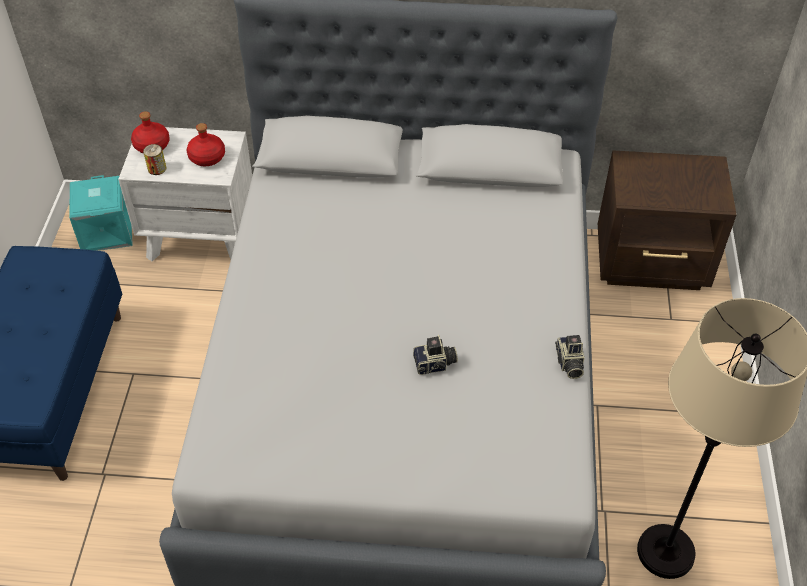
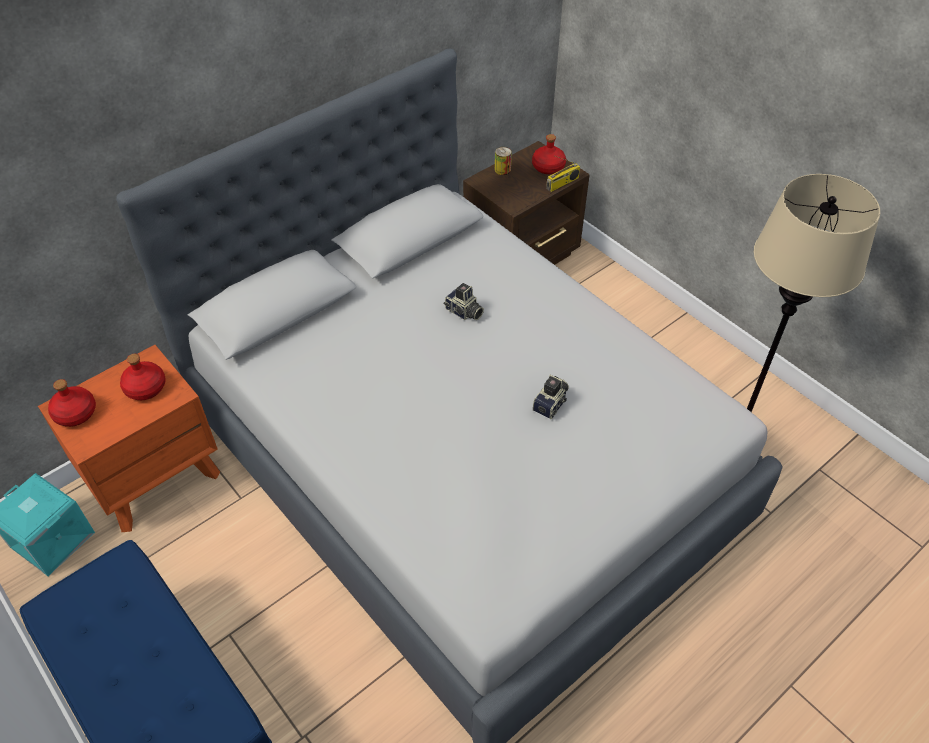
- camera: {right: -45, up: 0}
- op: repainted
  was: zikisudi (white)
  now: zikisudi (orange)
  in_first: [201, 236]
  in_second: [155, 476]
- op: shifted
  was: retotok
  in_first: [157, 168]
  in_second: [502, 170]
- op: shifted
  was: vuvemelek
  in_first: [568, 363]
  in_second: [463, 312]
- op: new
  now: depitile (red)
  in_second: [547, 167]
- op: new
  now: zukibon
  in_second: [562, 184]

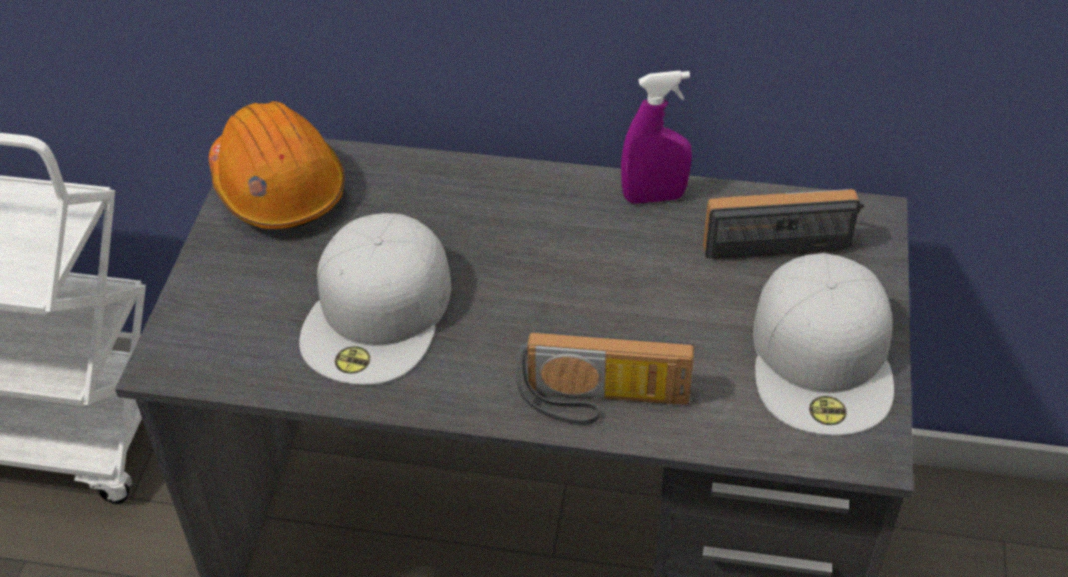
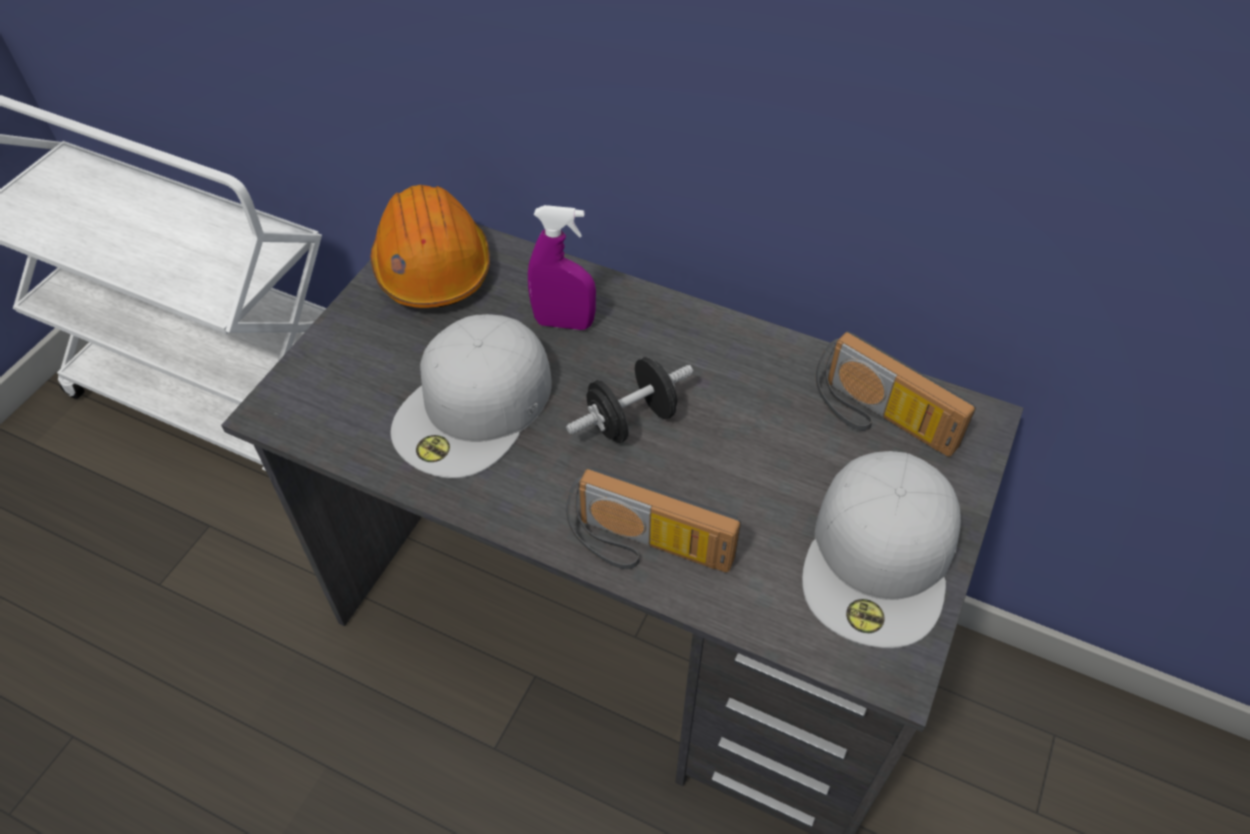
- camera: {right: 15, up: 5}
- op: shifted
  was: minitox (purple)
  in_first: [654, 197]
  in_second: [564, 323]
- op: rotated
  was: zukibon
  in_first: [778, 237]
  in_second: [878, 419]
  clockwise: -150
- op: new
  now: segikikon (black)
  in_second: [631, 420]

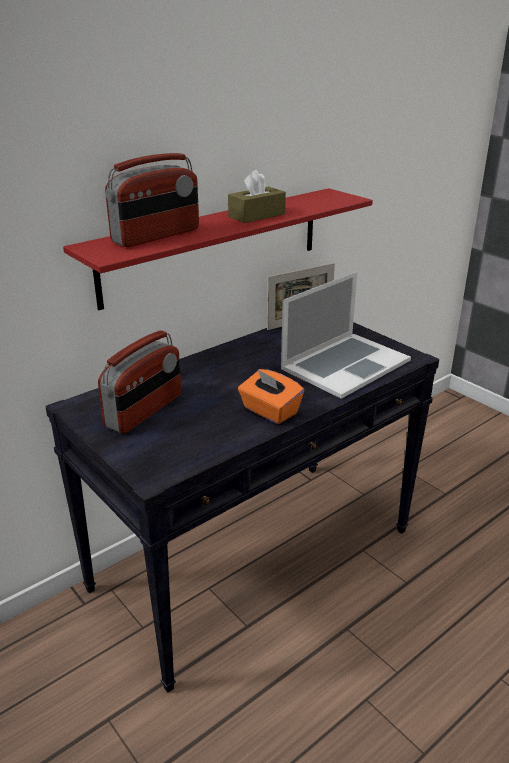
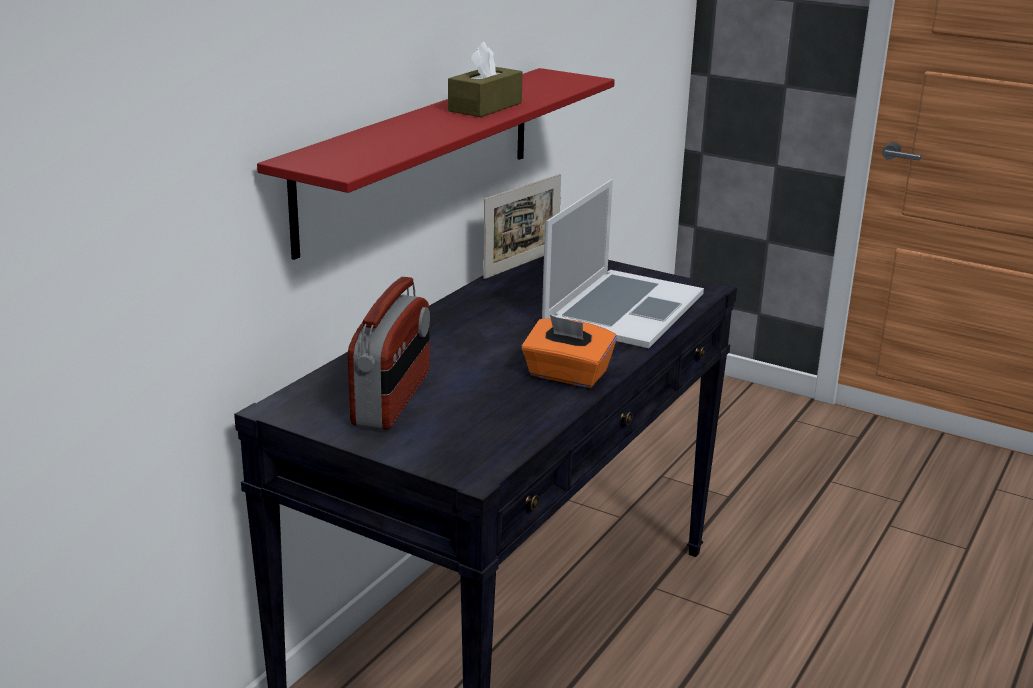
- camera: {right: -20, up: -5}
- op: gone
  was: zukibon
  in_first: [157, 236]

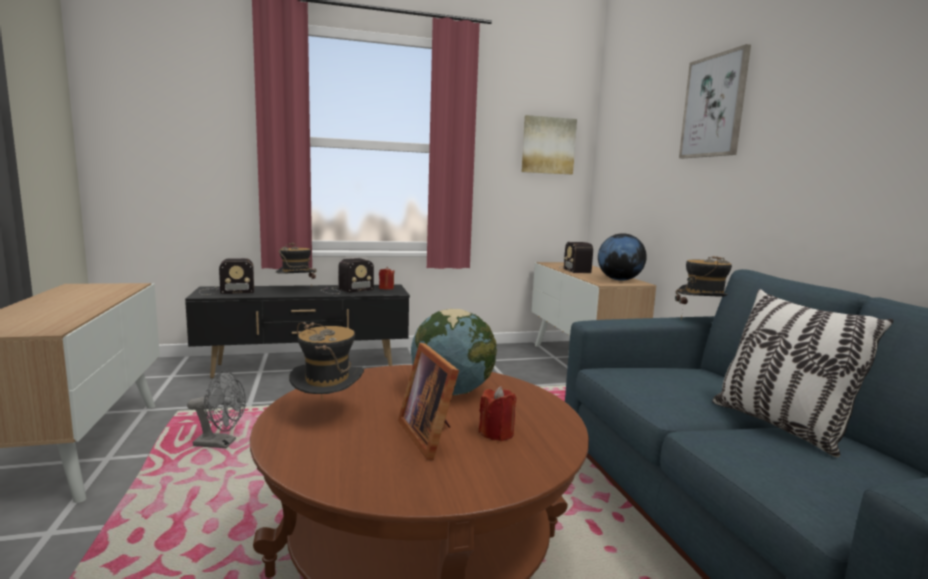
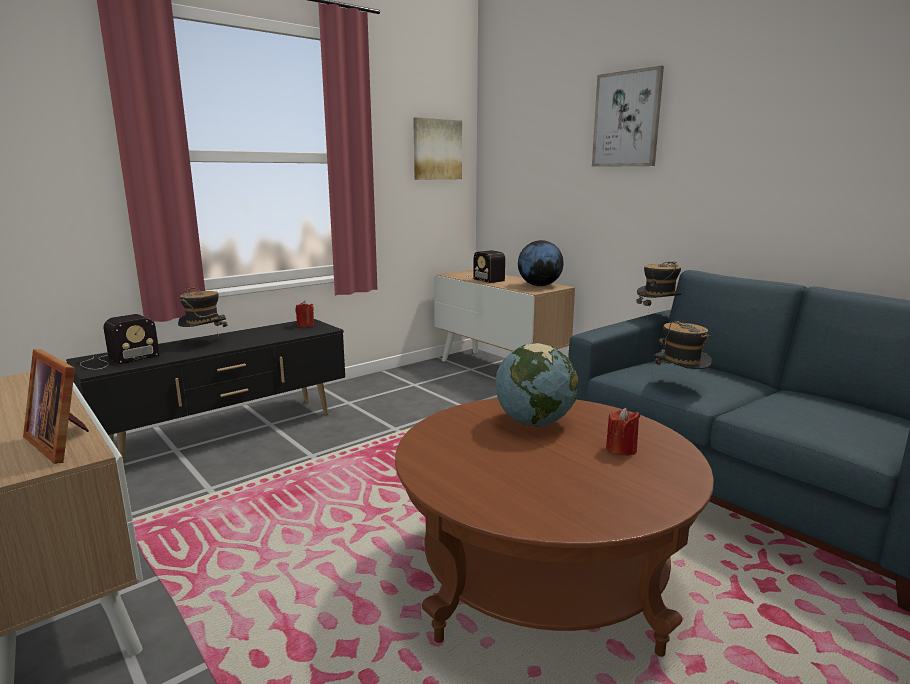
- camera: {right: -25, up: 5}
- op: gone
  was: zukibon
  in_first: [345, 290]
- op: gone
  was: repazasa
  in_first: [779, 426]
- op: shifted
  was: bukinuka
  in_first: [328, 414]
  in_second: [678, 386]
- op: shifted
  was: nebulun
  in_first: [430, 435]
  in_second: [63, 442]
- op: gone
  was: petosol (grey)
  in_first: [221, 443]

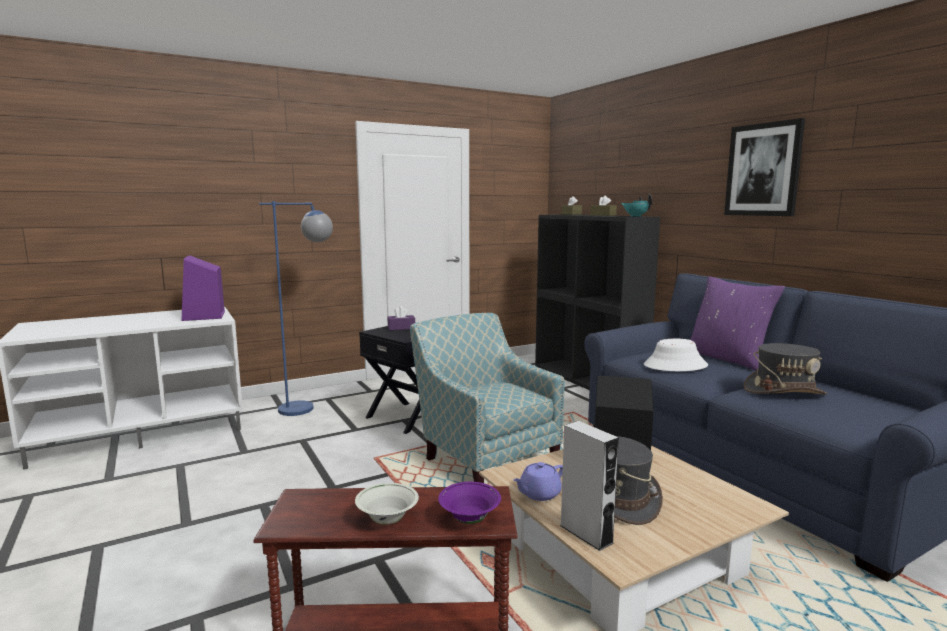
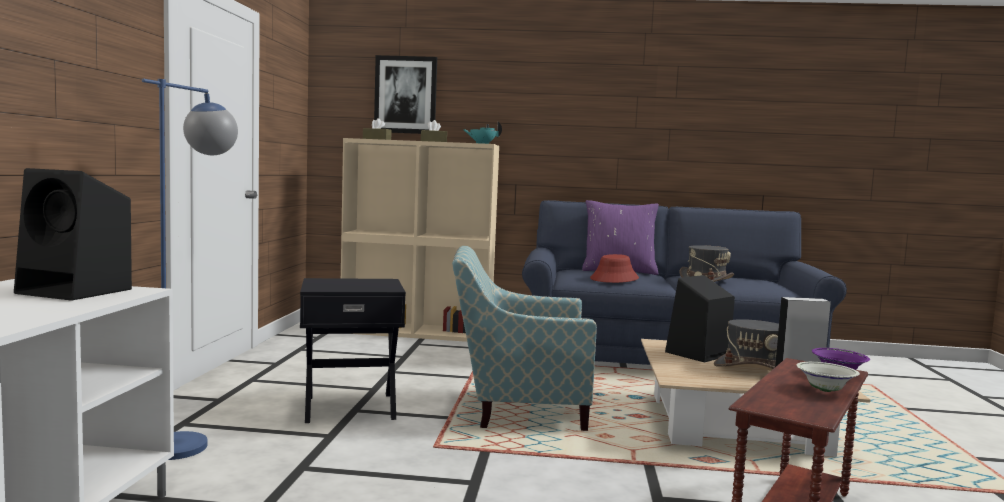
- camera: {right: -55, up: -5}
- op: shifted
  was: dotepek
  in_first: [763, 170]
  in_second: [405, 95]
- op: repainted
  was: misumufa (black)
  now: misumufa (beige)
  in_first: [589, 379]
  in_second: [418, 332]
- op: repainted
  was: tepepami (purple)
  now: tepepami (black)
  in_first: [204, 316]
  in_second: [77, 291]
- op: gone
  was: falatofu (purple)
  in_first: [401, 328]
- op: repainted
  was: bukinuka (white)
  now: bukinuka (red)
  in_first: [675, 365]
  in_second: [614, 279]
- op: gone
  was: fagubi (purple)
  in_first: [539, 494]

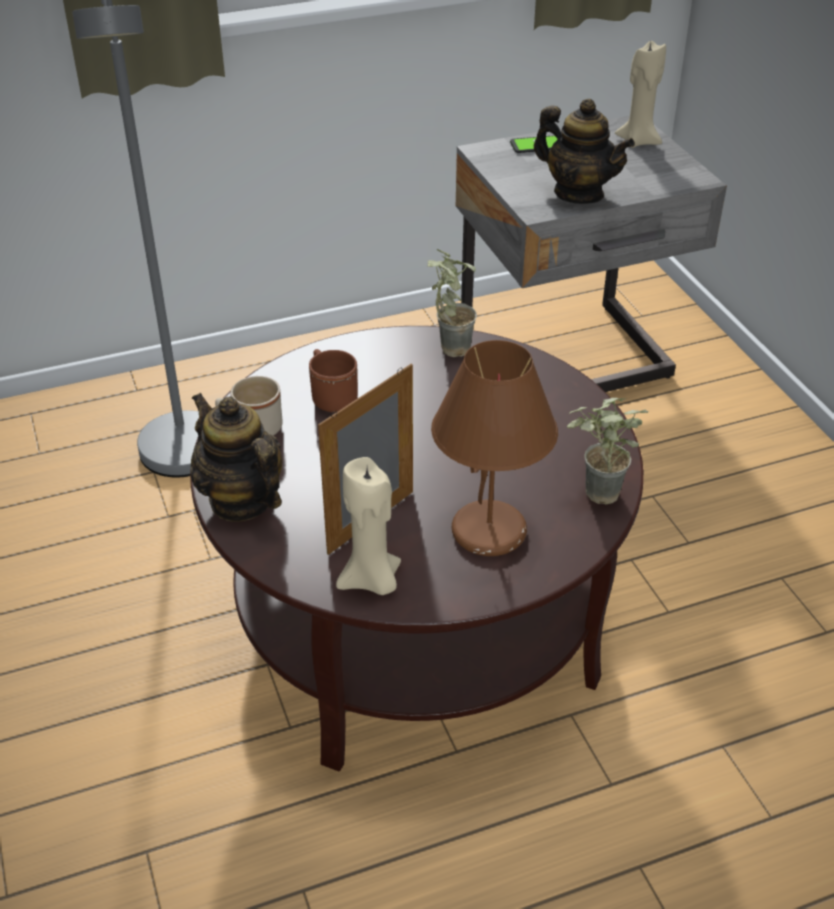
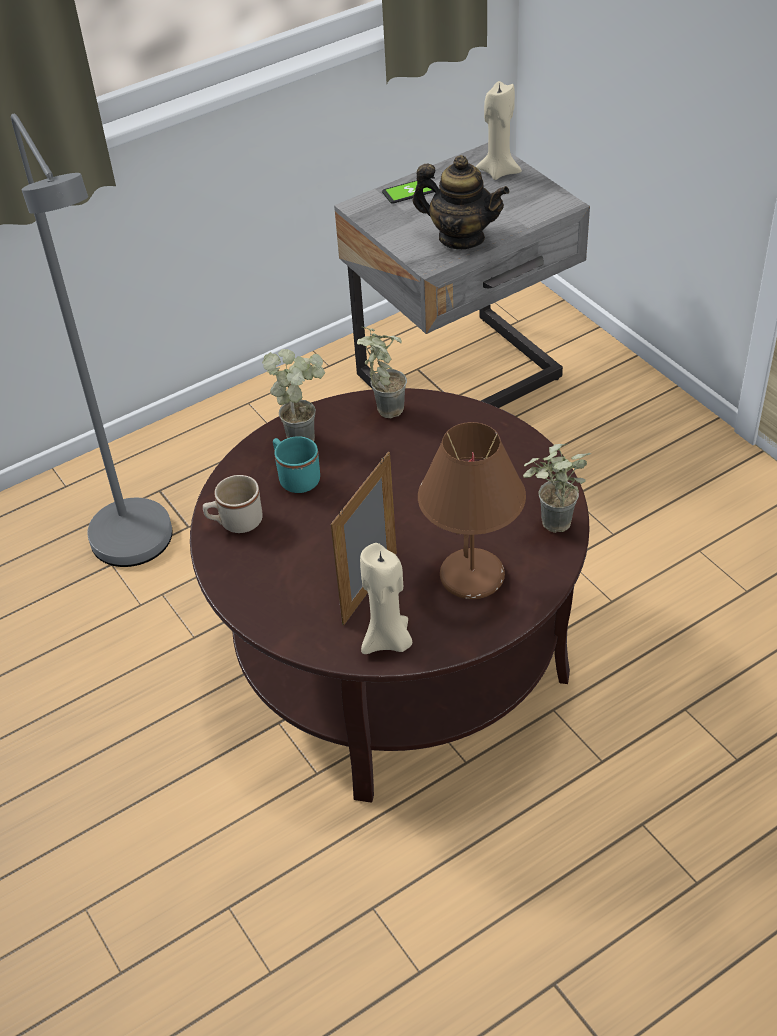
- camera: {right: -10, up: 5}
- op: repainted
  was: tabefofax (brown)
  now: tabefofax (turquoise)
  in_first: [331, 396]
  in_second: [295, 477]
- op: gone
  was: fagubi
  in_first: [241, 500]
- op: new
  now: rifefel
  in_second: [304, 434]

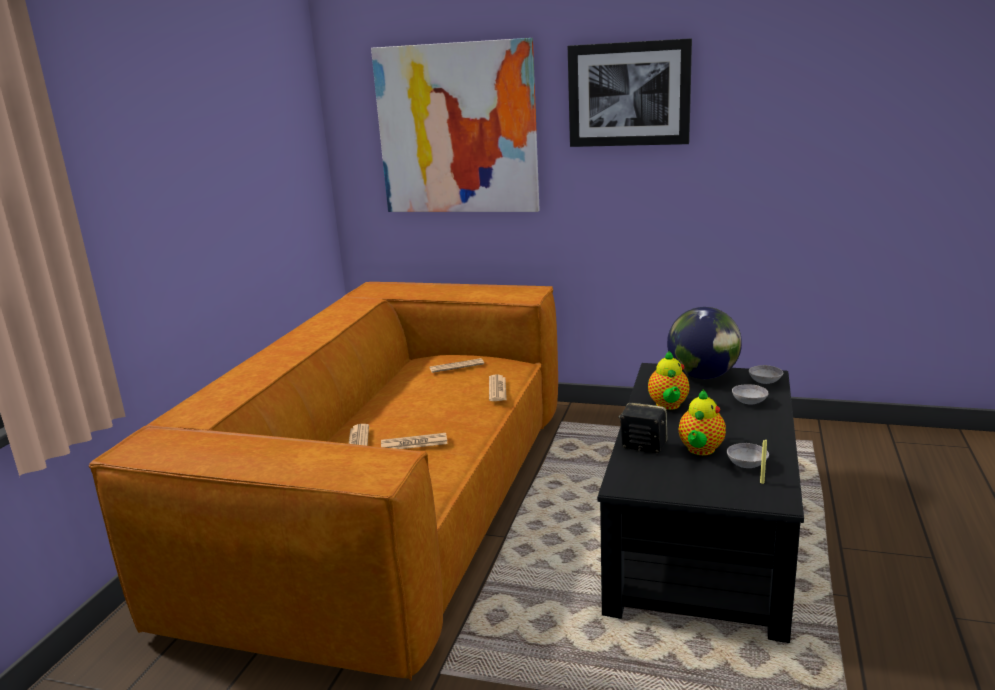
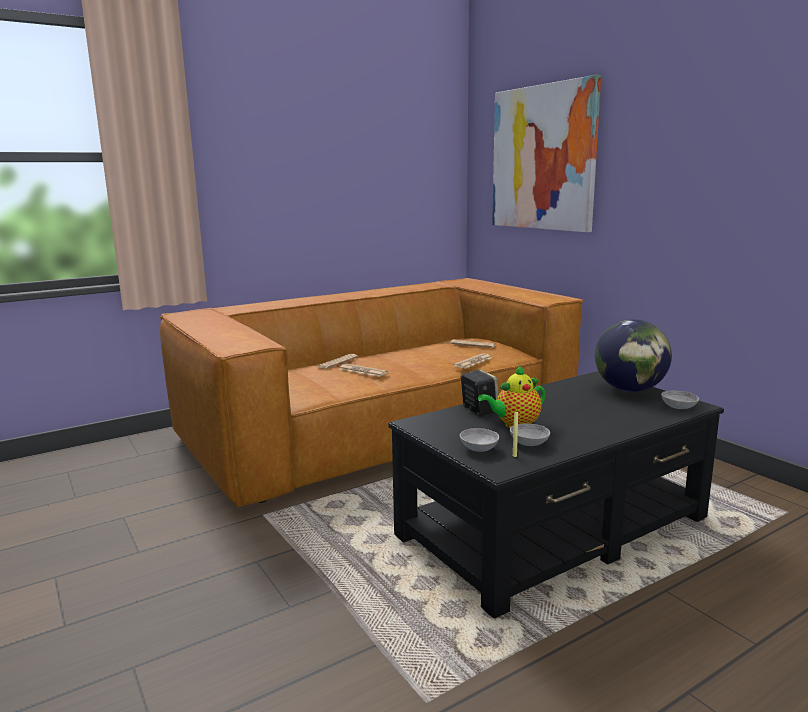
- camera: {right: 40, up: -5}
- op: gone
  was: dotepek
  in_first: [629, 94]
- op: gone
  was: fagubi
  in_first: [668, 405]
- op: shifted
  was: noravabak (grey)
  in_first: [749, 402]
  in_second: [479, 449]

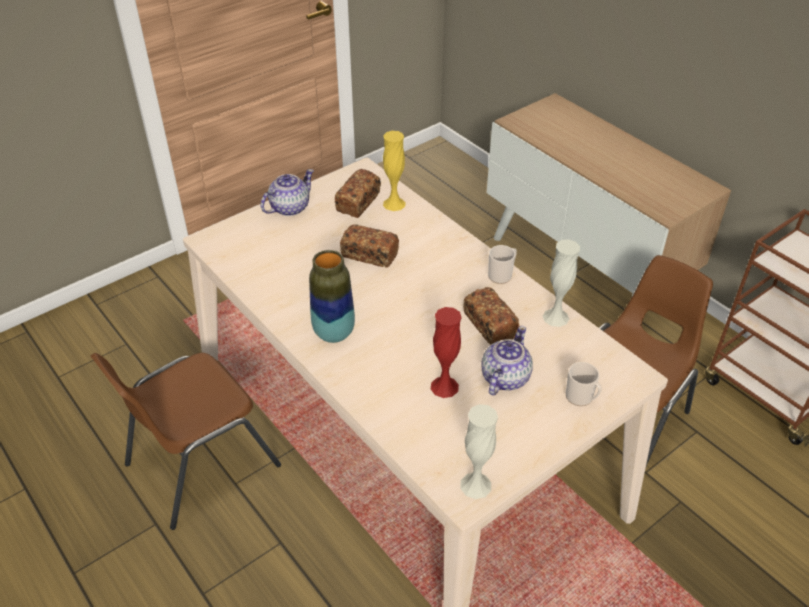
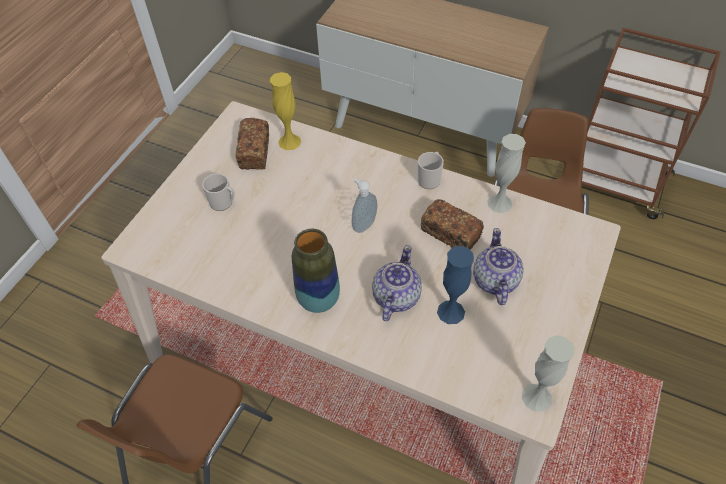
- camera: {right: -25, up: 10}
- op: shifted
  was: fagubi
  in_first: [289, 208]
  in_second: [395, 297]
- op: gone
  was: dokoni
  in_first: [369, 255]
- op: repainted
  was: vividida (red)
  now: vividida (blue)
  in_first: [444, 387]
  in_second: [451, 312]
- op: shifted
  was: tabefofax
  in_first: [581, 398]
  in_second: [223, 203]
- op: new
  now: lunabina
  in_second: [363, 224]

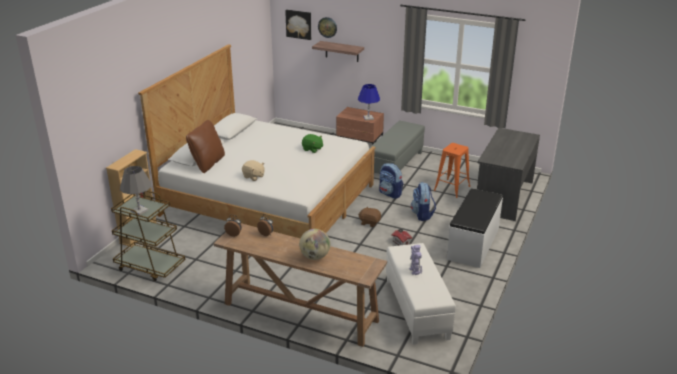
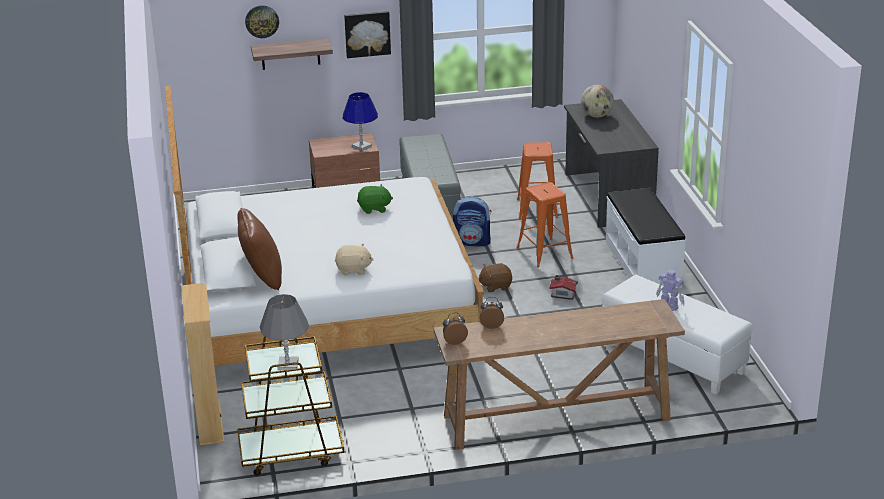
- camera: {right: -35, up: 0}
- op: shifted
  was: dotepek
  in_first: [299, 24]
  in_second: [367, 33]
- op: swapped
  was: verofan
  now: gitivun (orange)
  in_first: [422, 215]
  in_second: [544, 253]
- op: shifted
  was: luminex
  in_first: [315, 257]
  in_second: [596, 116]

